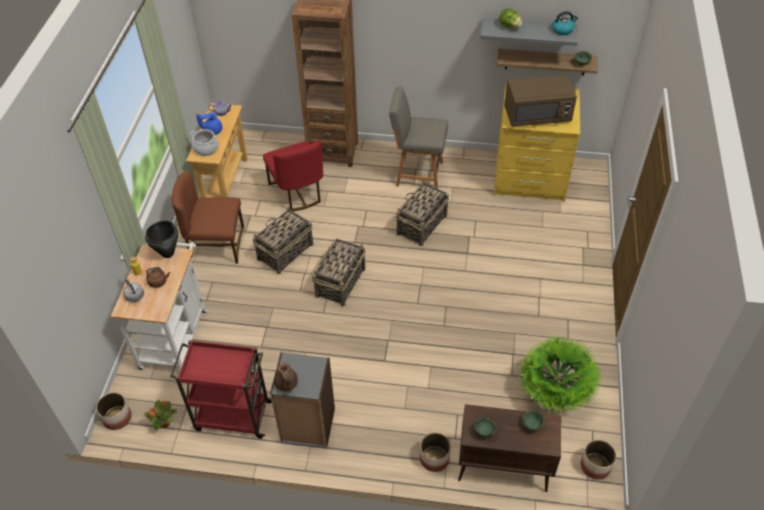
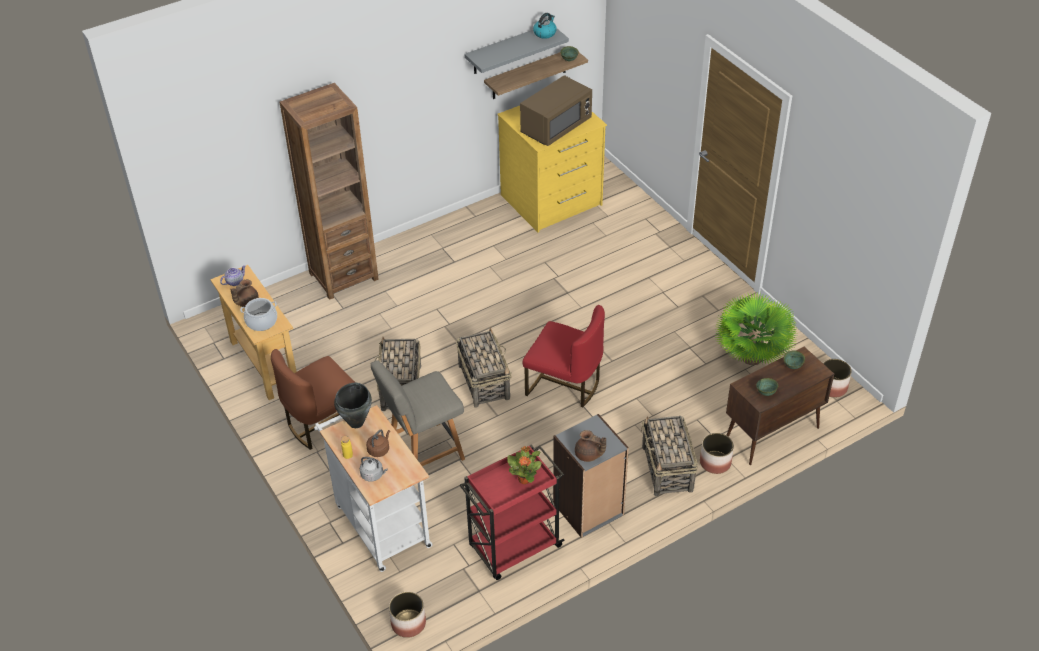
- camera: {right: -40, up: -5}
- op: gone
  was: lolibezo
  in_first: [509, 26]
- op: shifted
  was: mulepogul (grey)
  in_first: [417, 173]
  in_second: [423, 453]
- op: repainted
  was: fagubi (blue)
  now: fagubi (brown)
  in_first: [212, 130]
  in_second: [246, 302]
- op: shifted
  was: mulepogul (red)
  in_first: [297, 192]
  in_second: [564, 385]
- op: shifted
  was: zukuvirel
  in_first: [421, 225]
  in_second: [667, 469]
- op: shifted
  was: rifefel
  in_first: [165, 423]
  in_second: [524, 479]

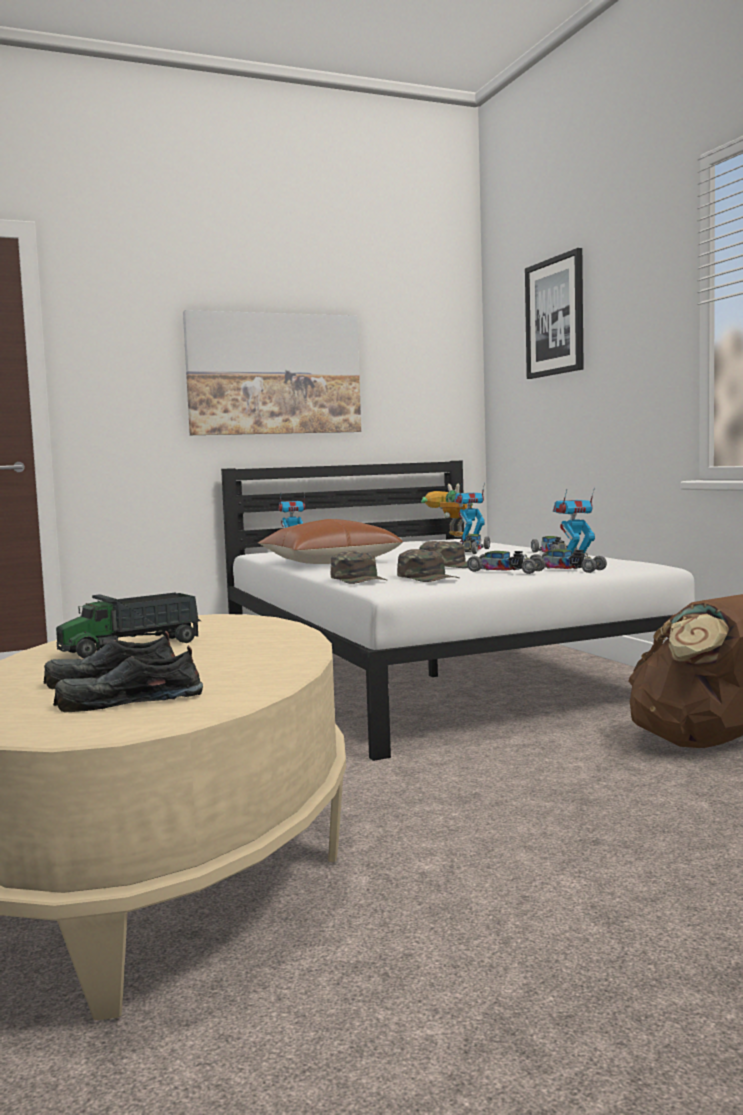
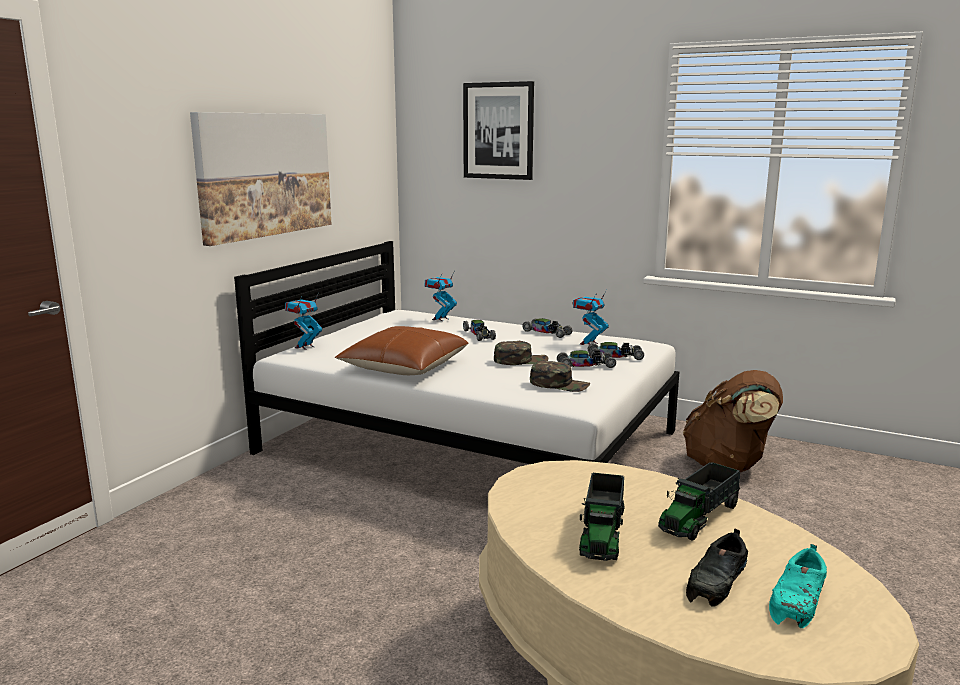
- camera: {right: -40, up: 10}
- op: gone
  was: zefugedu
  in_first: [449, 538]
- op: gone
  was: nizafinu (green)
  in_first: [359, 579]
- op: repainted
  was: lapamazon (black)
  now: lapamazon (turquoise)
  in_first: [127, 701]
  in_second: [798, 599]
- op: new
  now: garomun
  in_second: [699, 518]

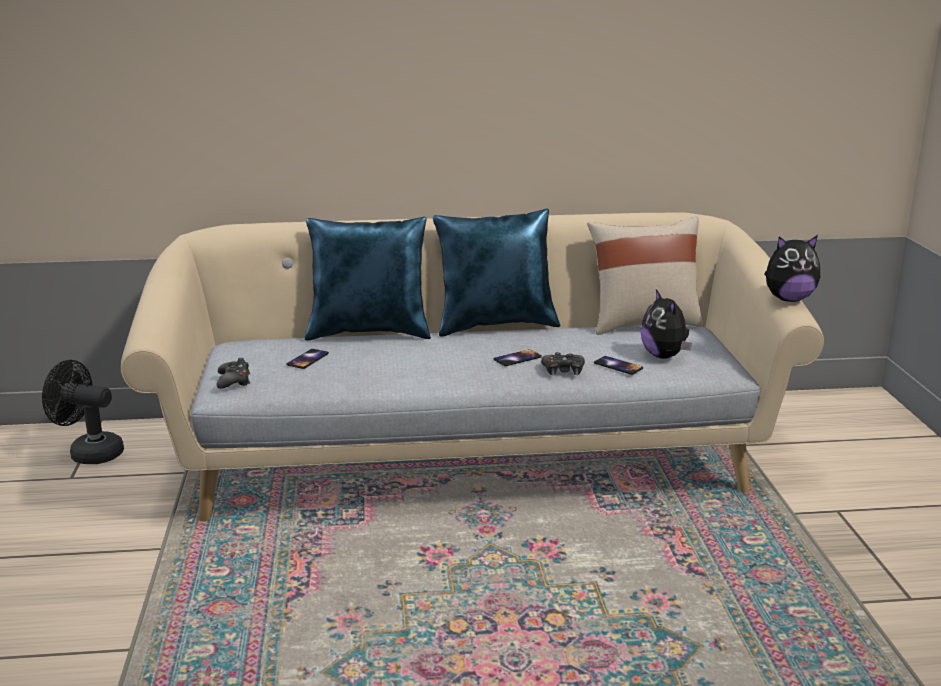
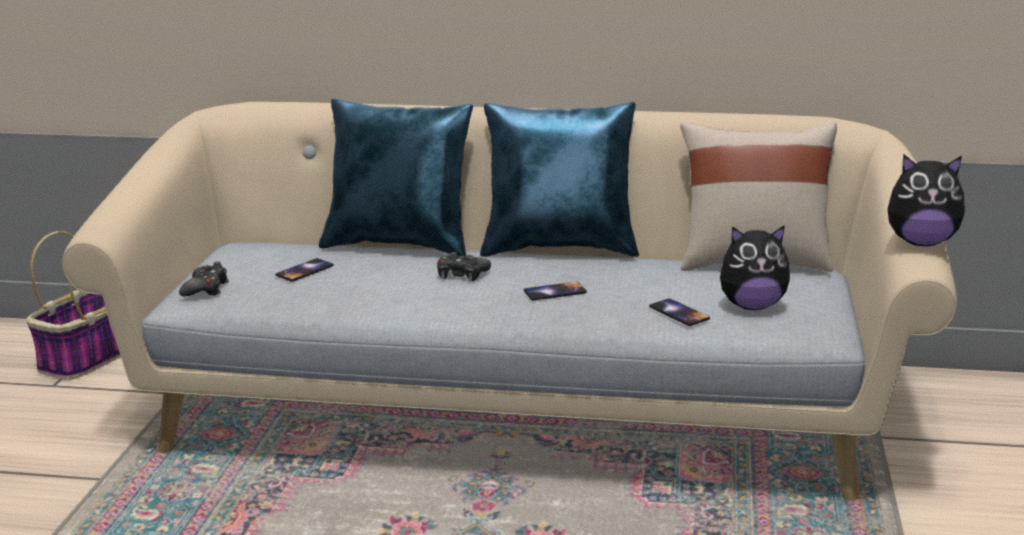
- camera: {right: 15, up: 0}
- op: rotated
  was: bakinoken
  in_first: [664, 356]
  in_second: [752, 306]
  clockwise: -90
- op: shifted
  was: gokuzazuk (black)
  in_first: [563, 370]
  in_second: [461, 274]
- op: swapped
  was: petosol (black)
  now: zukuvirel
  in_first: [89, 453]
  in_second: [87, 359]

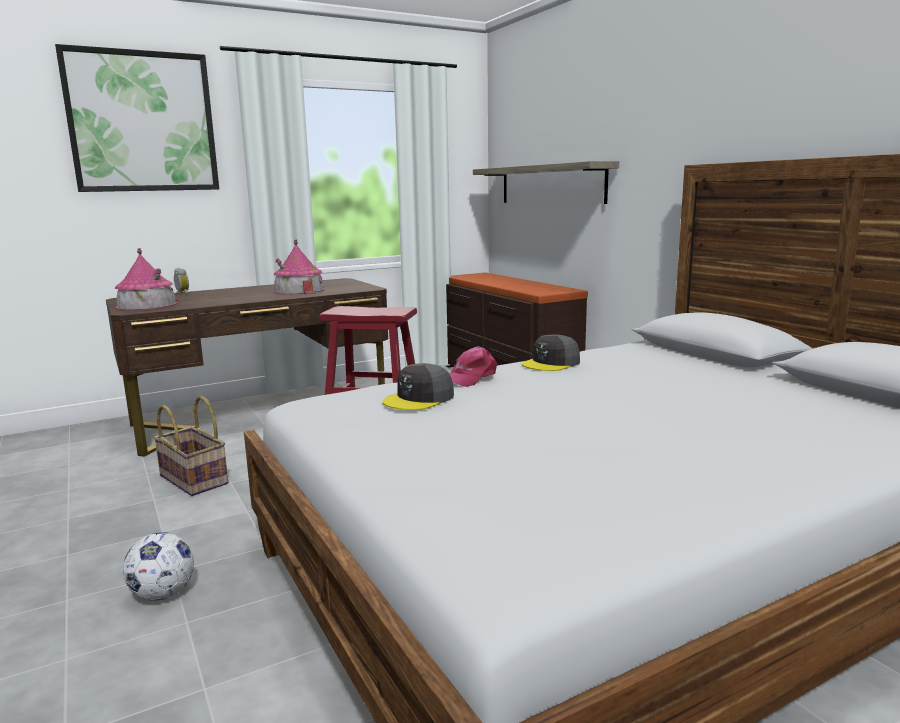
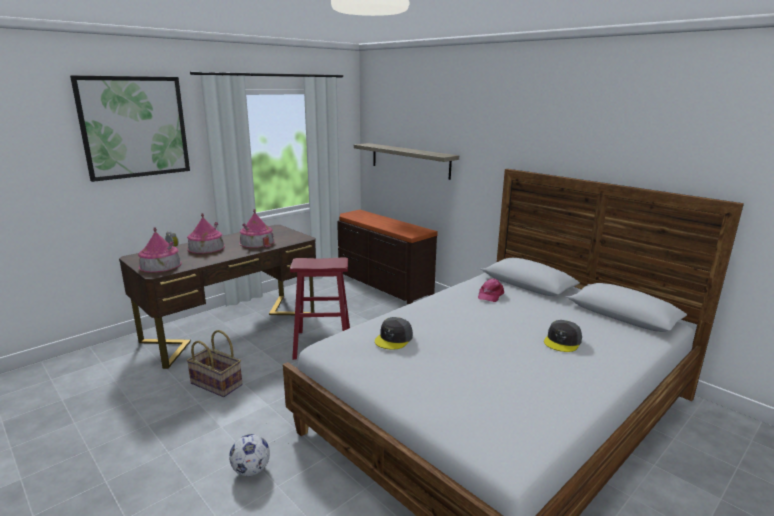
- camera: {right: -15, up: 5}
- op: shifted
  was: nizafinu (grey)
  in_first: [551, 363]
  in_second: [562, 341]
- op: shifted
  was: nizafinu (pink)
  in_first: [470, 377]
  in_second: [490, 295]
- op: new
  now: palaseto
  in_second: [206, 247]

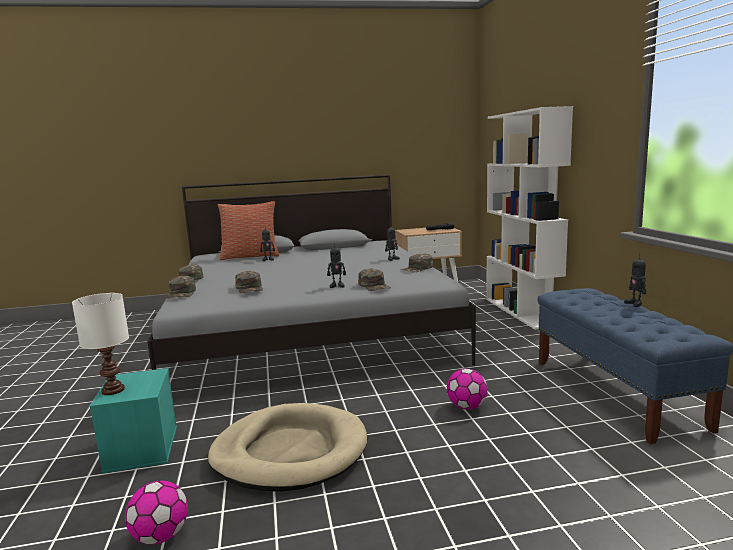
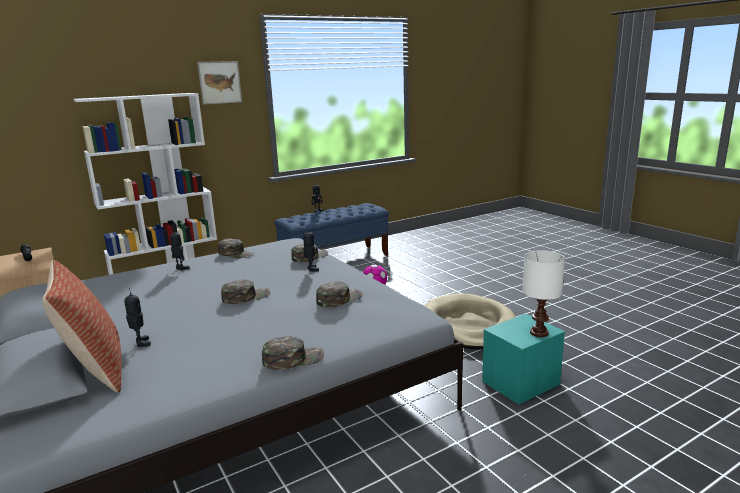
- camera: {right: -110, up: 5}
- op: shifted
  was: nizafinu (green)
  in_first: [182, 293]
  in_second: [246, 296]
- op: gone
  was: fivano
  in_first: [161, 536]
- op: new
  now: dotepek
  in_second: [220, 82]

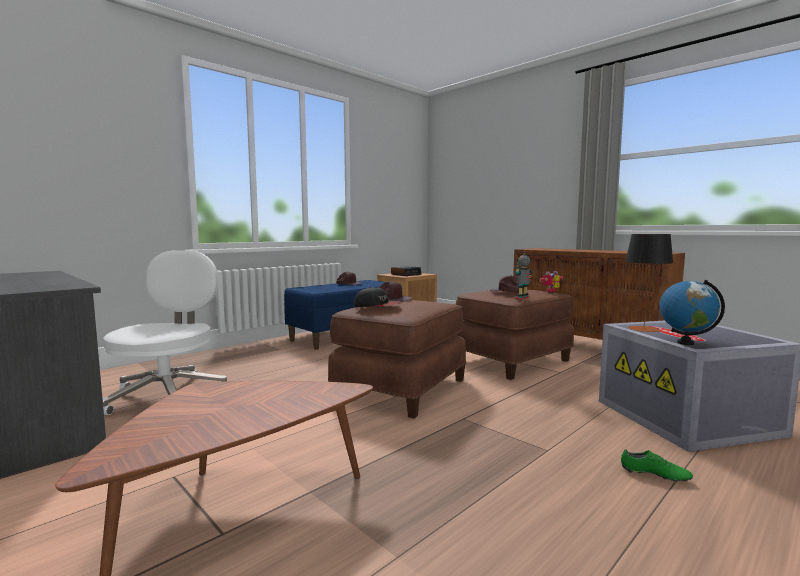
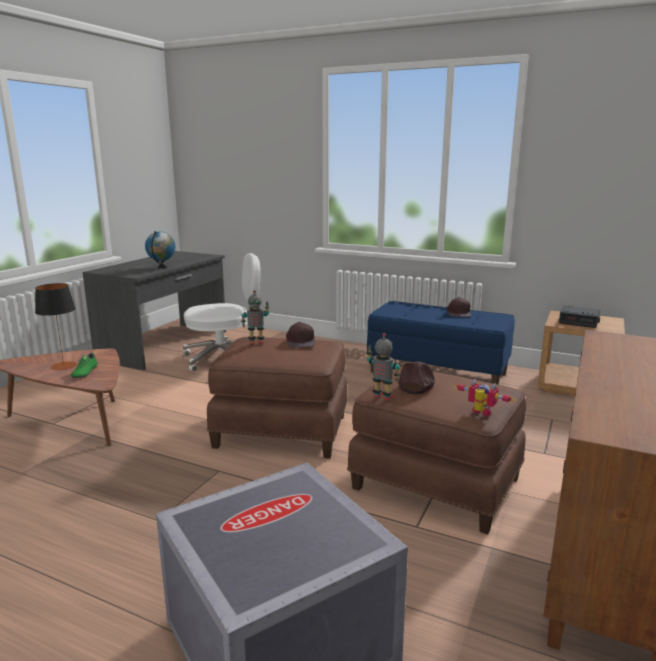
- camera: {right: 70, up: 10}
- op: shifted
  was: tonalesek
  in_first: [643, 329]
  in_second: [63, 366]
- op: shifted
  was: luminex
  in_first: [685, 343]
  in_second: [162, 267]
- op: swapped
  was: nizafinu
  now: zefugedu
  in_first: [377, 306]
  in_second: [256, 342]
- op: shifted
  was: lapamazon (green)
  in_first: [655, 475]
  in_second: [85, 373]

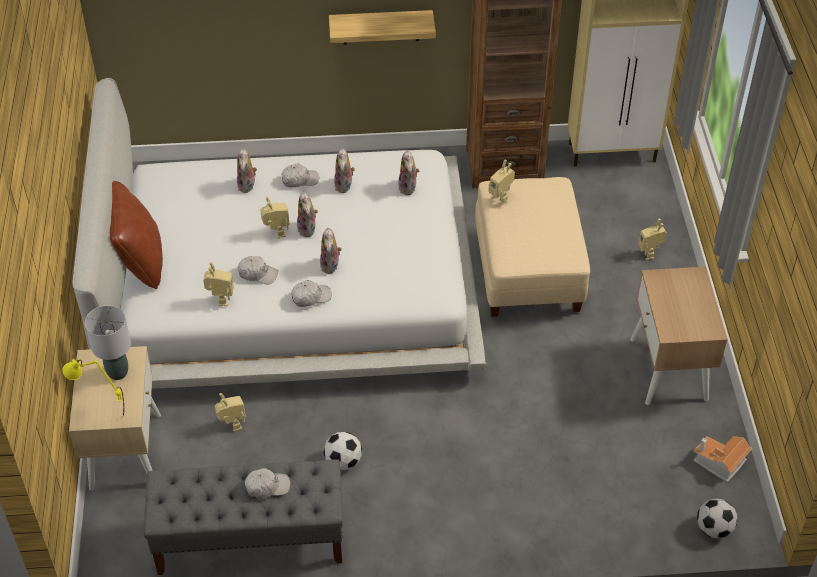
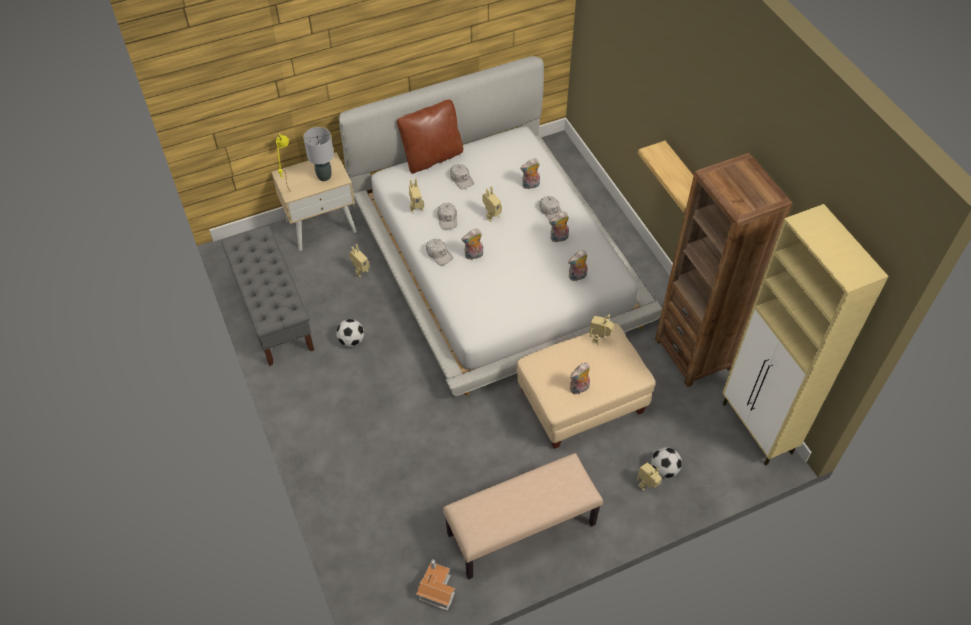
- camera: {right: 70, up: 5}
- op: shifted
  was: bakinoken
  in_first: [308, 229]
  in_second: [579, 389]
- op: swapped
  was: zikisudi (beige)
  now: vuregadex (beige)
  in_first: [669, 369]
  in_second: [521, 530]
- op: shifted
  was: nizafinu (white)
  in_first: [267, 486]
  in_second: [461, 179]
- op: shifted
  was: fivano
  in_first: [713, 529]
  in_second: [664, 469]

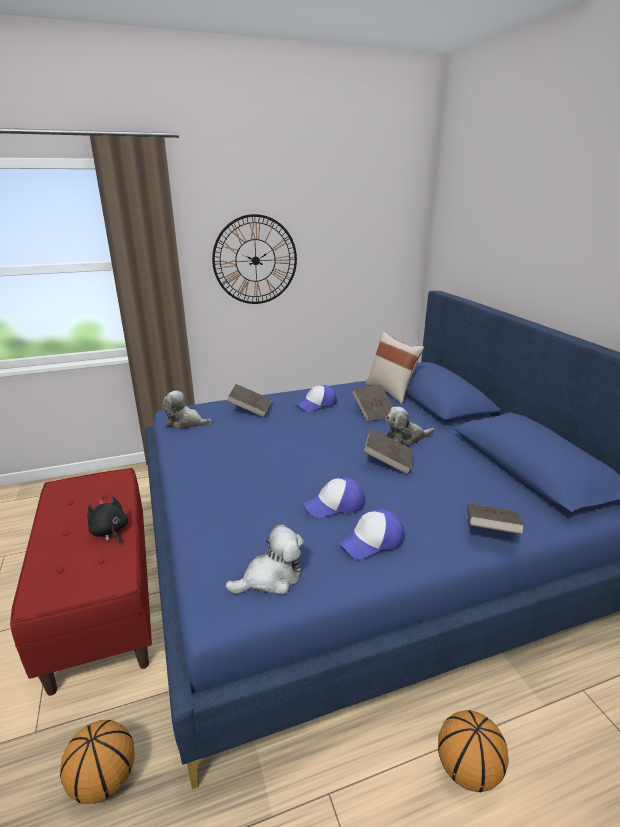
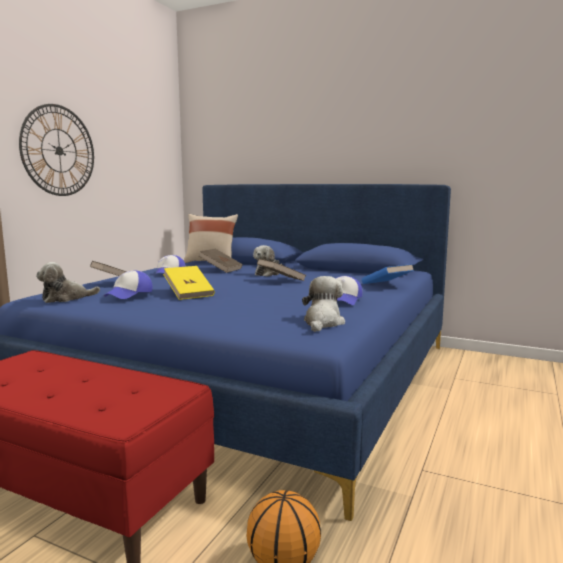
- camera: {right: -45, up: -15}
- op: shifted
  was: nizafinu
  in_first: [335, 505]
  in_second: [129, 294]
- op: gone
  was: bakinoken (black)
  in_first: [110, 532]
- op: repainted
  was: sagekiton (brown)
  now: sagekiton (blue)
  in_first: [490, 531]
  in_second: [386, 285]
- op: gone
  was: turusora
  in_first: [466, 769]
- op: new
  now: sagekiton (yellow)
  in_second: [189, 294]

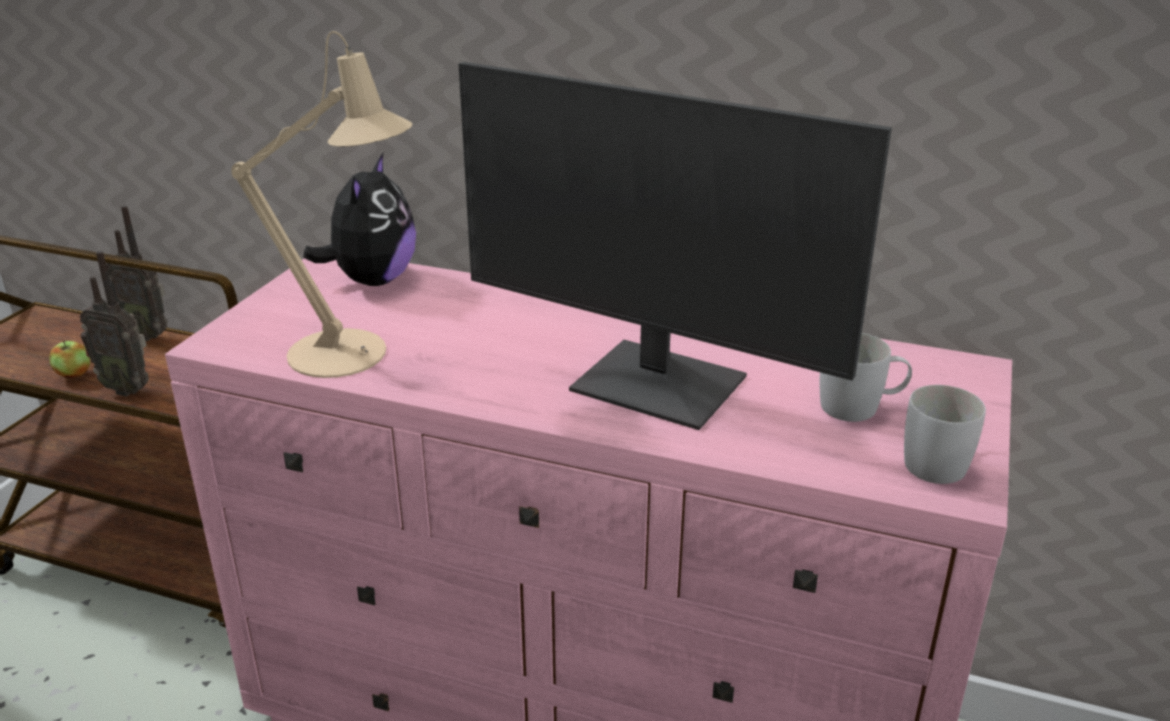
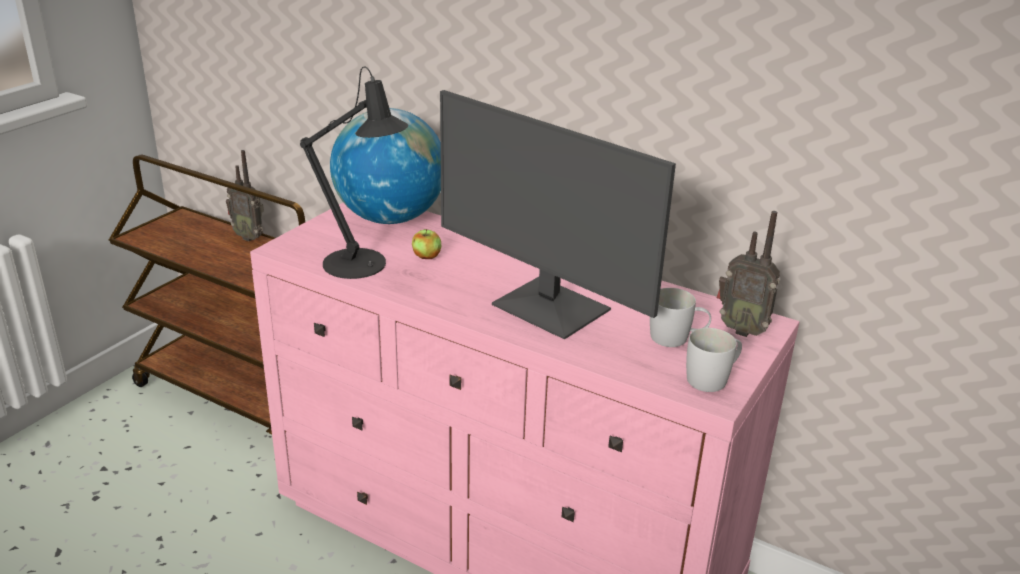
- camera: {right: 10, up: 0}
- op: repainted
  was: tonalesek (beige)
  now: tonalesek (black)
  in_first: [350, 355]
  in_second: [362, 266]
- op: swapped
  was: bakinoken
  now: luminex
  in_first: [372, 280]
  in_second: [390, 218]
- op: shifted
  was: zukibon
  in_first: [128, 388]
  in_second: [741, 329]
- op: shifted
  was: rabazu
  in_first: [73, 374]
  in_second: [426, 256]

